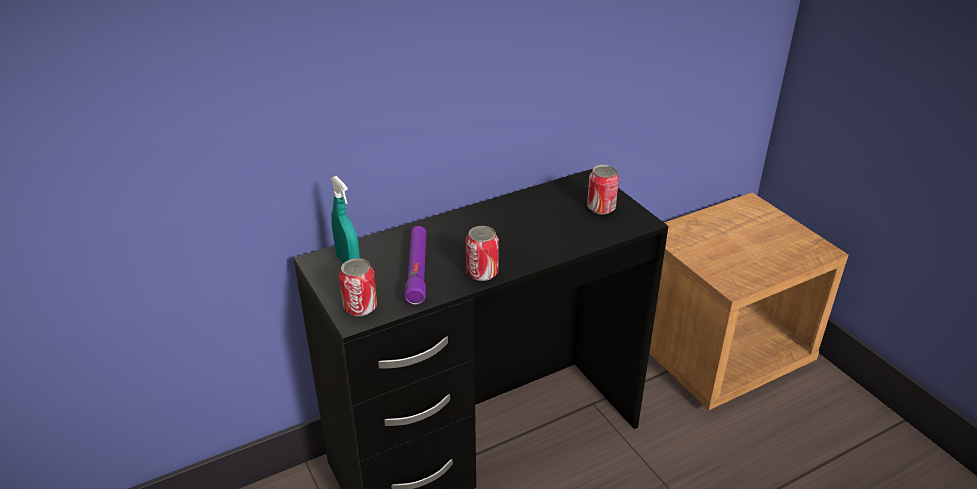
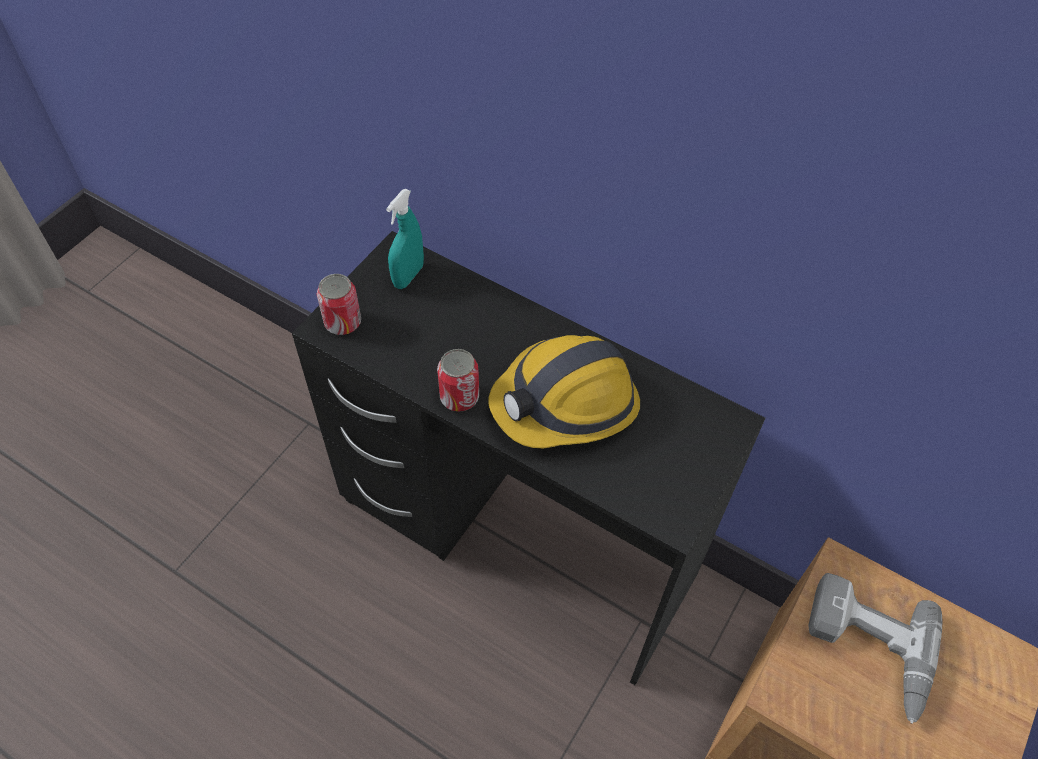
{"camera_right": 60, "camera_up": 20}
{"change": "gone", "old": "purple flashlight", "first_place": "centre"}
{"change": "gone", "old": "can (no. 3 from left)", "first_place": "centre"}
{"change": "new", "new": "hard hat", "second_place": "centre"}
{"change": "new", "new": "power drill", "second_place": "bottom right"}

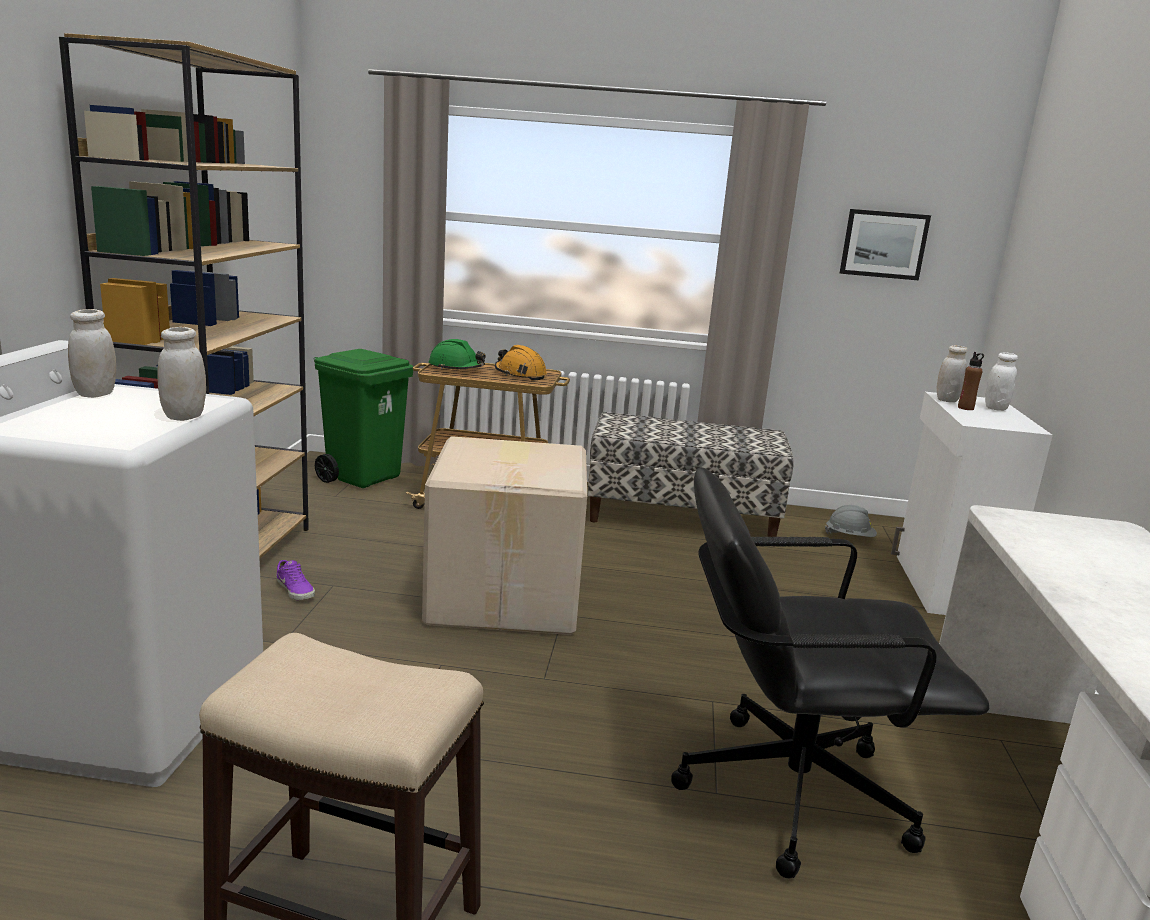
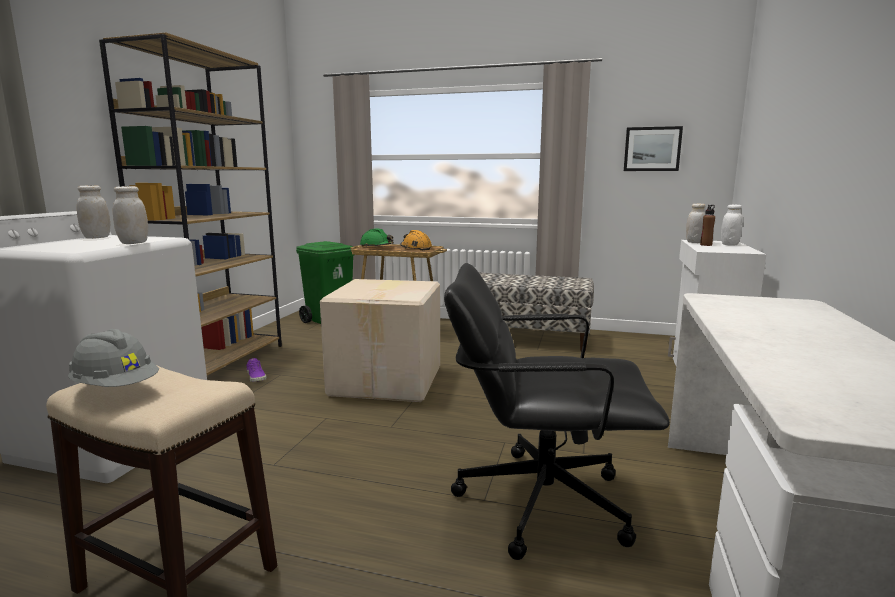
{"camera_right": 10, "camera_up": -5}
{"change": "shifted", "old": "grey hard hat", "first_place": "middle right", "second_place": "middle left"}

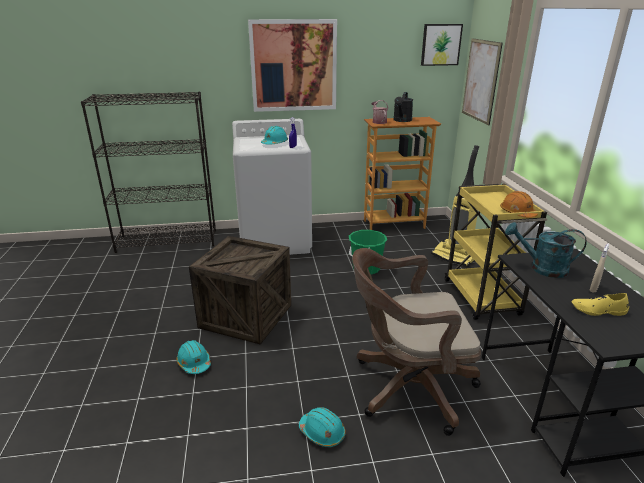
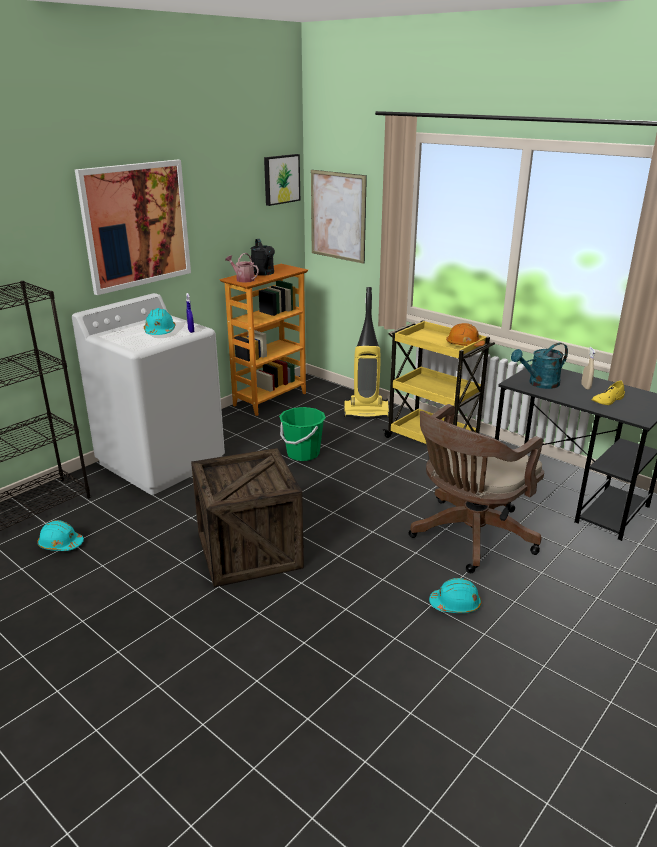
{"camera_right": -40, "camera_up": 0}
{"change": "shifted", "old": "turquoise hard hat (no. 1 from left)", "first_place": "bottom left", "second_place": "middle left"}

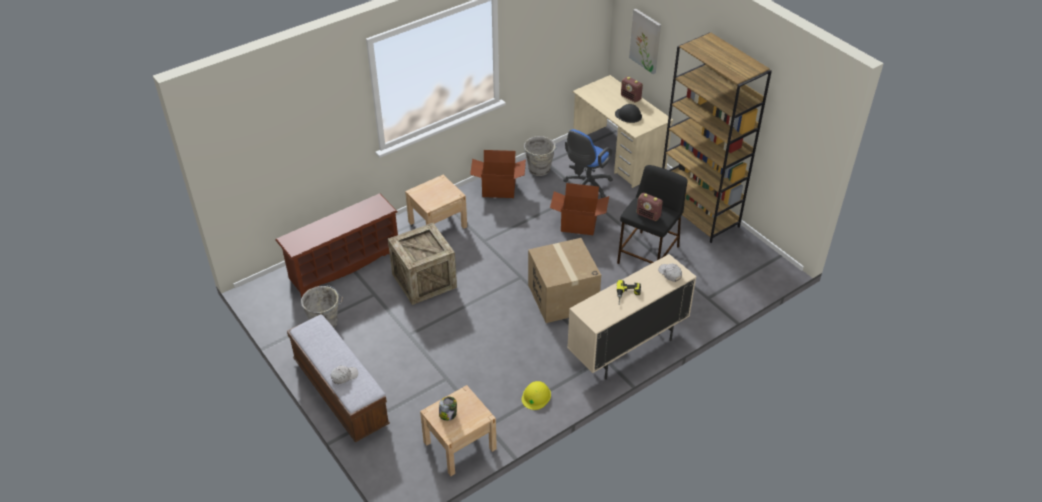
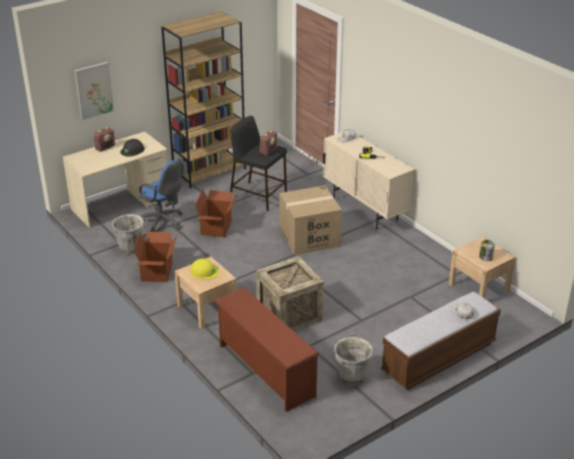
{"camera_right": -90, "camera_up": -10}
{"change": "shifted", "old": "yellow hard hat", "first_place": "bottom centre", "second_place": "centre"}

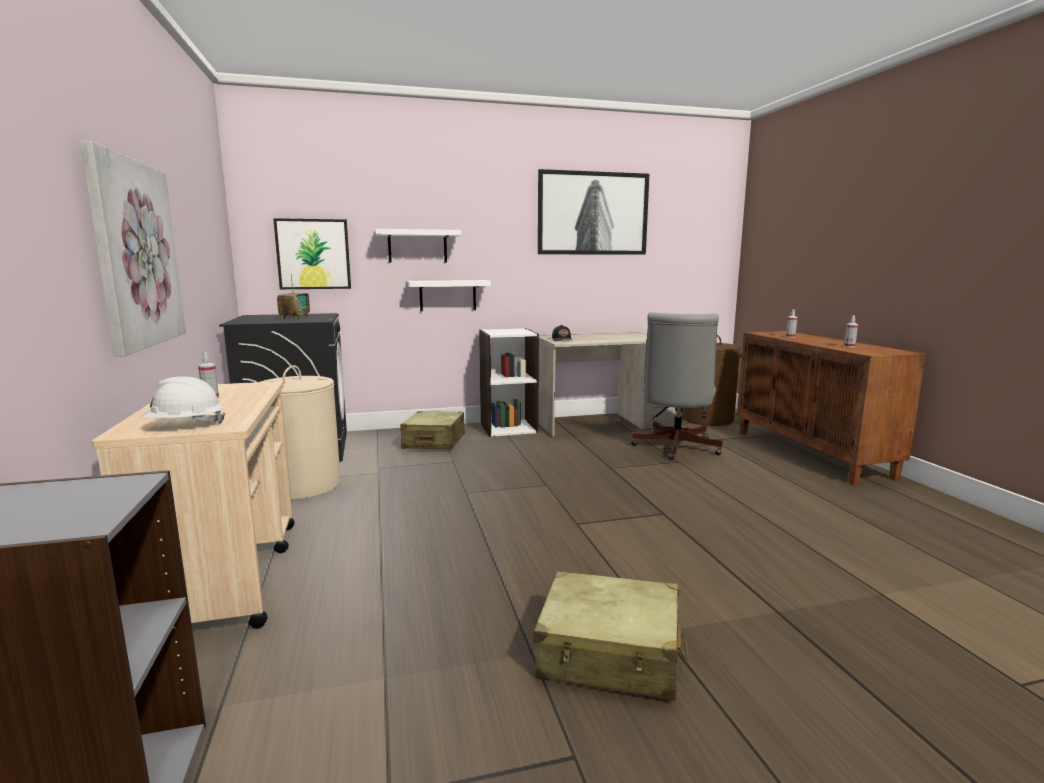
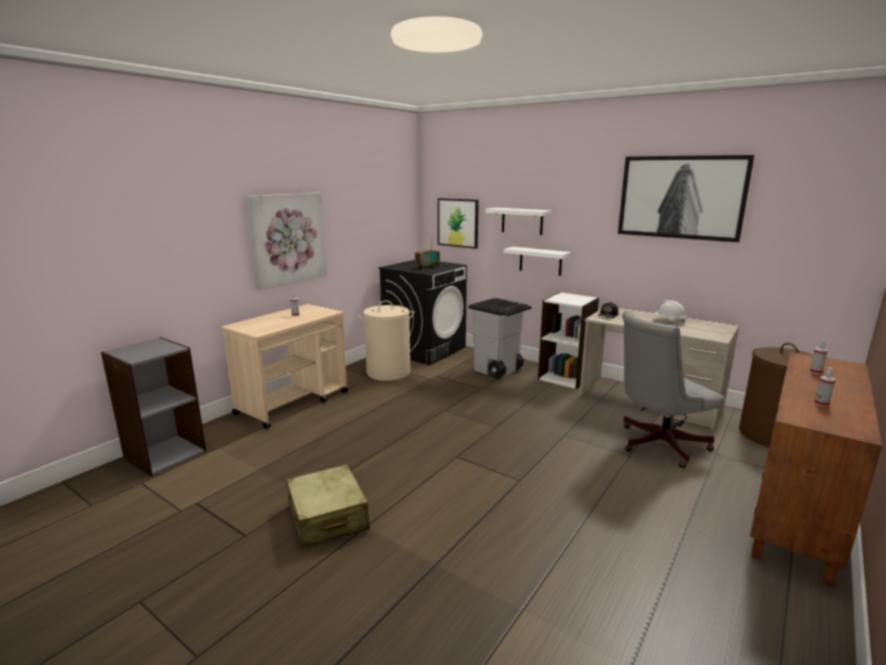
{"camera_right": 50, "camera_up": 5}
{"change": "shifted", "old": "white hard hat", "first_place": "middle left", "second_place": "middle right"}
{"change": "swapped", "old": "beige suitcase (no. 1 from left)", "new": "grey trash can", "first_place": "centre", "second_place": "centre"}

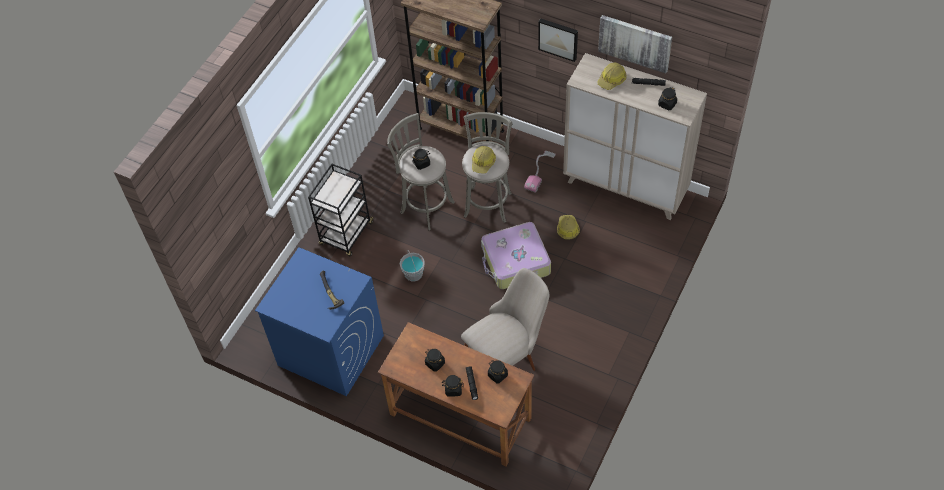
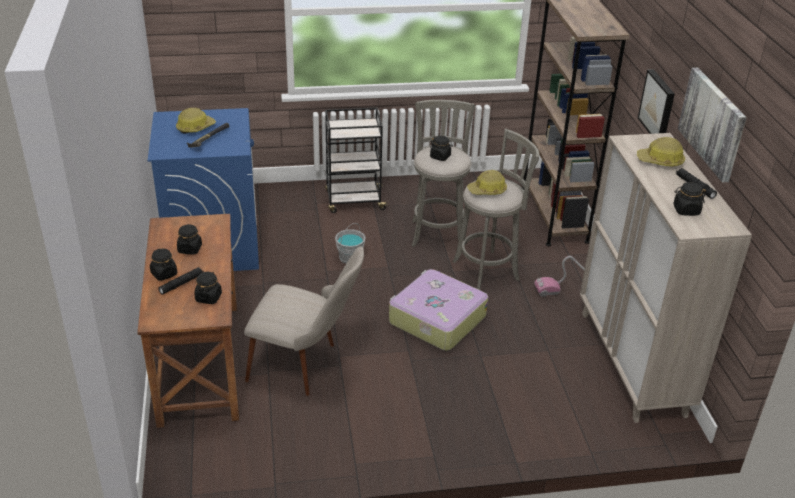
{"camera_right": 50, "camera_up": -20}
{"change": "shifted", "old": "hard hat (no. 2 from left in the first image)", "new": "hard hat (no. 1 from left)", "first_place": "centre", "second_place": "top left"}

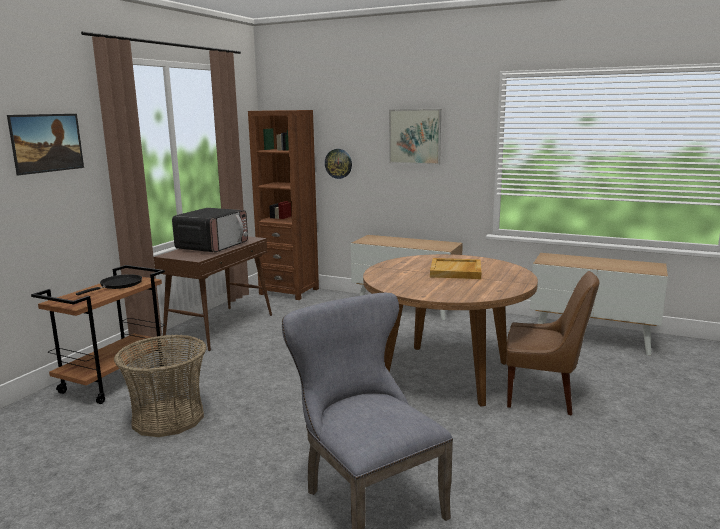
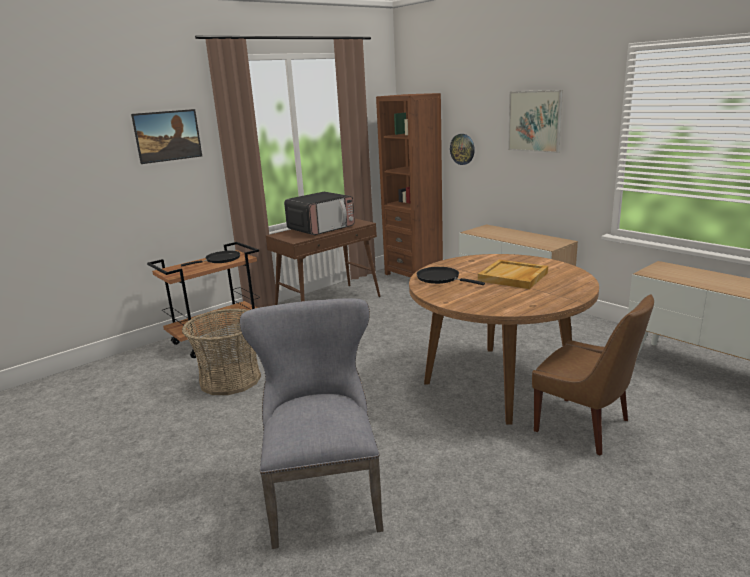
{"camera_right": 25, "camera_up": 5}
{"change": "new", "new": "black frying pan (no. 2 from left)", "second_place": "centre"}

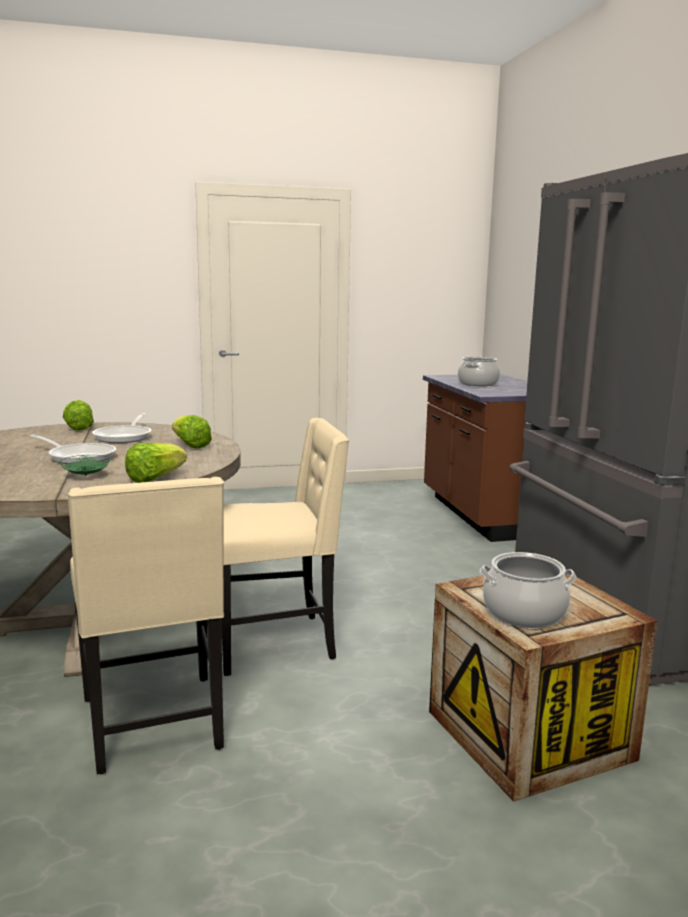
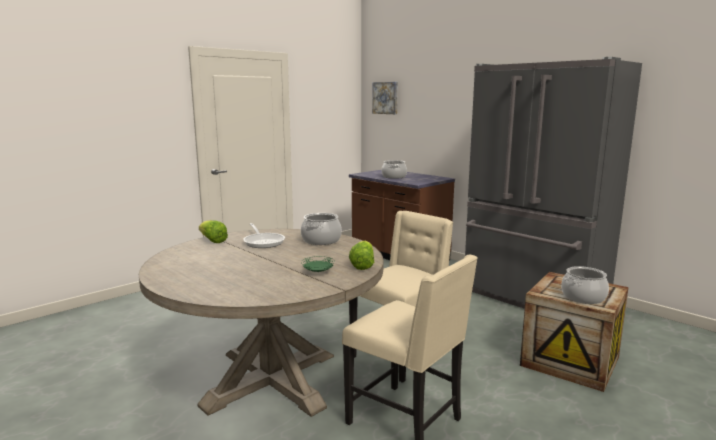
{"camera_right": -30, "camera_up": 0}
{"change": "gone", "old": "frying pan (no. 1 from left)", "first_place": "middle left"}
{"change": "new", "new": "picture", "second_place": "top centre"}
{"change": "swapped", "old": "lettuce (no. 3 from left)", "new": "cooking pot (no. 1 from left)", "first_place": "middle left", "second_place": "centre"}

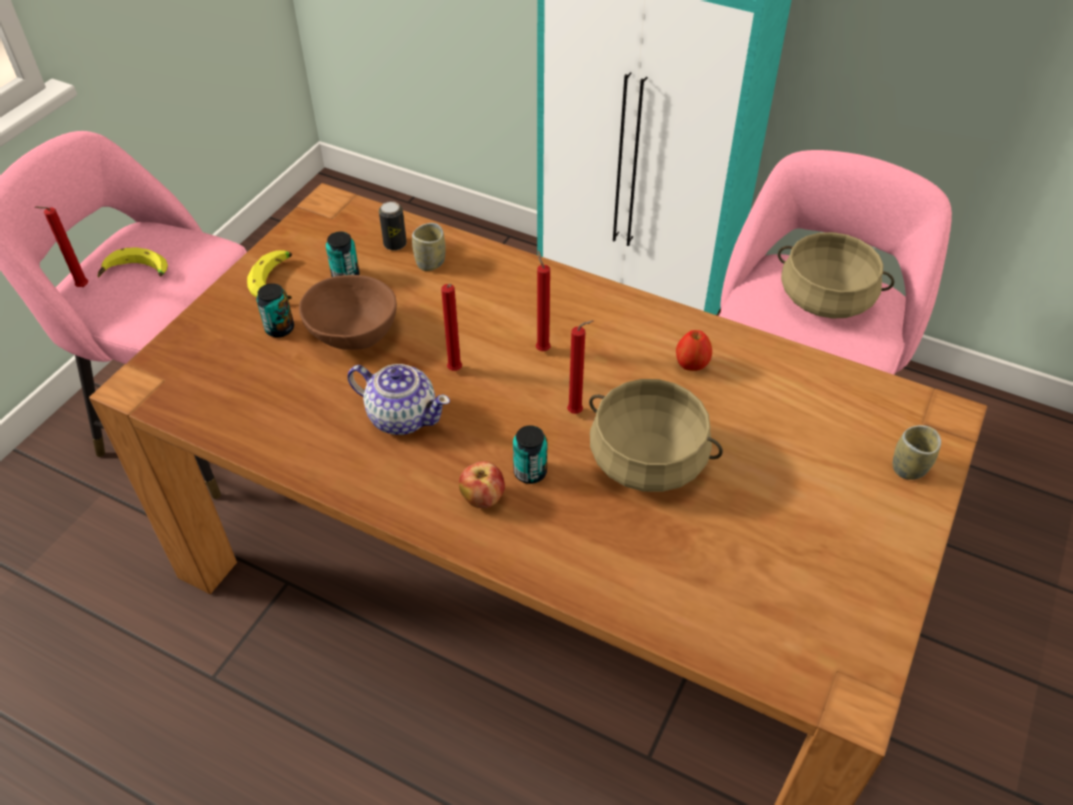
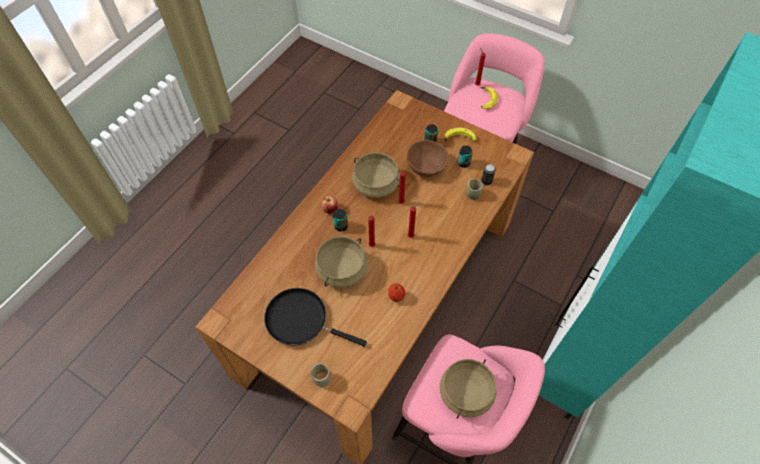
{"camera_right": 95, "camera_up": 10}
{"change": "new", "new": "black frying pan", "second_place": "bottom centre"}
{"change": "swapped", "old": "teapot", "new": "beige cooking pot (no. 2 from left)", "first_place": "centre", "second_place": "centre"}

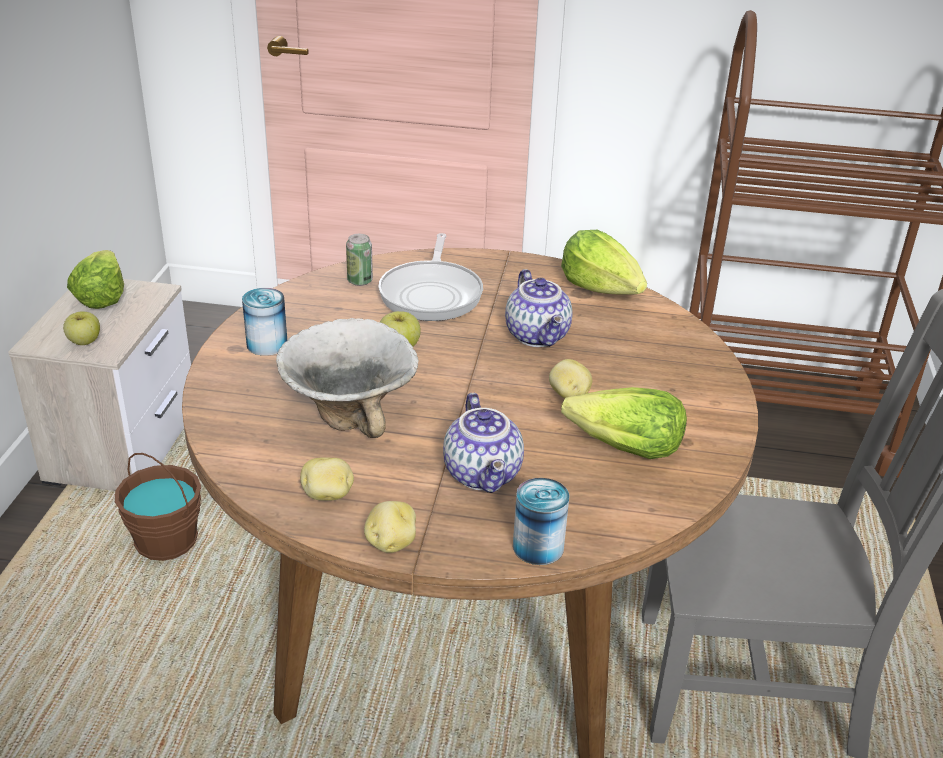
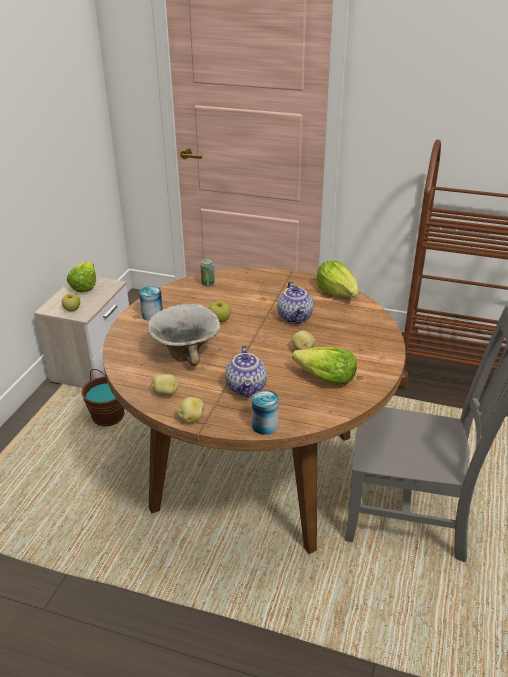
{"camera_right": 10, "camera_up": 0}
{"change": "gone", "old": "frying pan", "first_place": "centre"}

